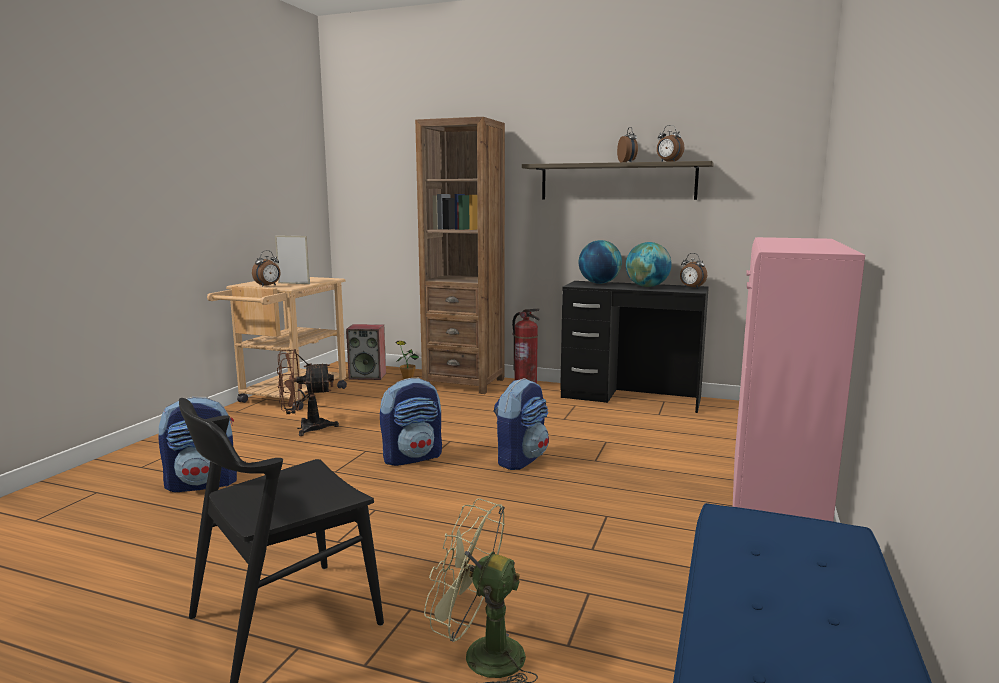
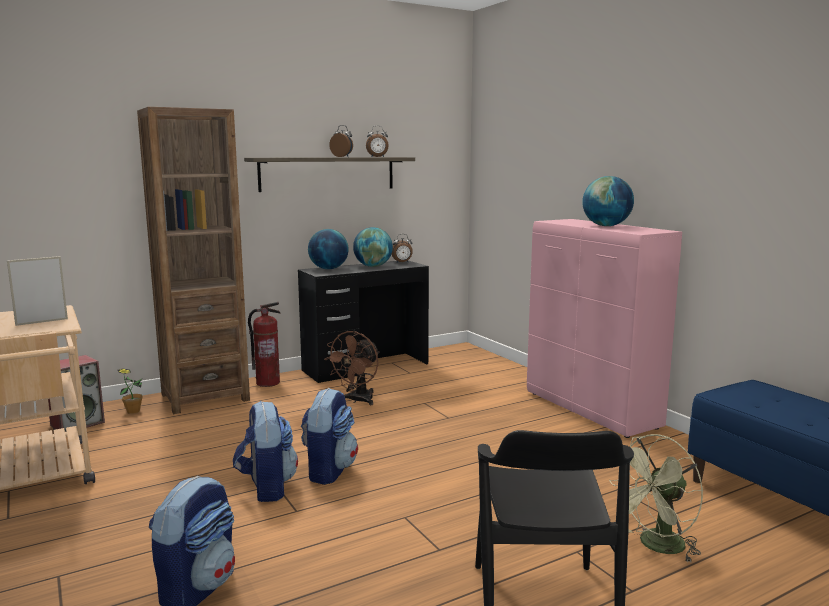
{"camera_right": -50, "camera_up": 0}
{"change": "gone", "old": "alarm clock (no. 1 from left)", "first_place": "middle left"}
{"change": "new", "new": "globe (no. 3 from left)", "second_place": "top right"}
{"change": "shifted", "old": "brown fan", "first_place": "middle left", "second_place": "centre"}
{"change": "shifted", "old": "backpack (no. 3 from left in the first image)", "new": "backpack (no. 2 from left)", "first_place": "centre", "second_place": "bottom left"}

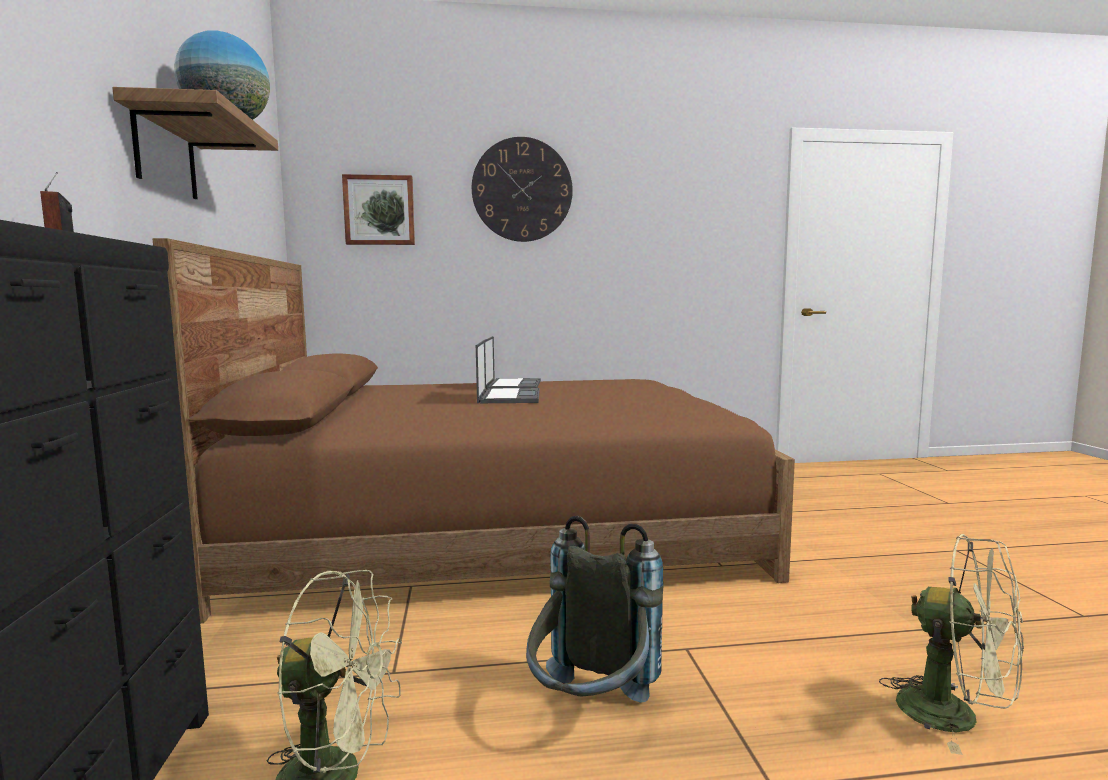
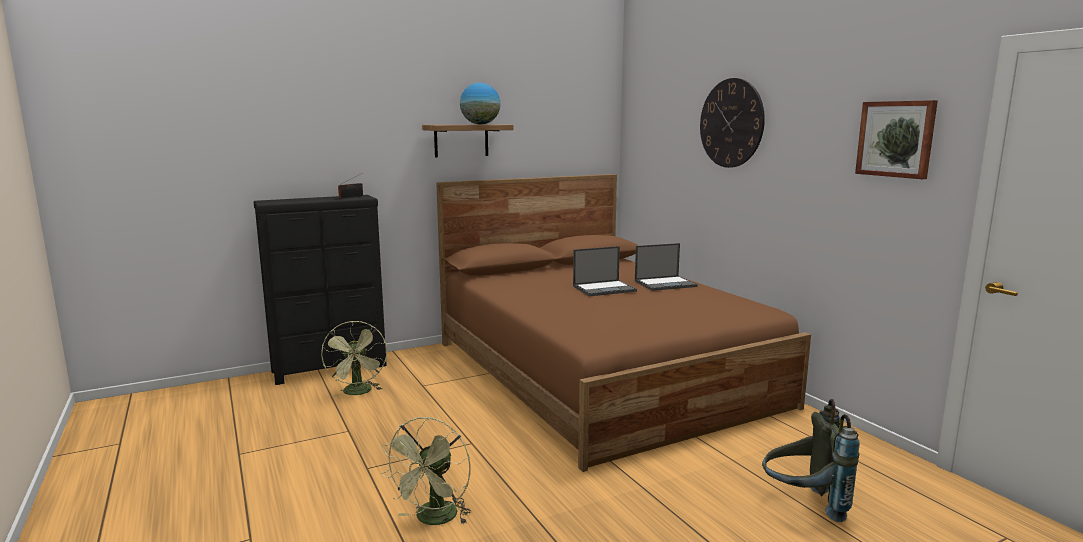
{"camera_right": 70, "camera_up": 5}
{"change": "shifted", "old": "picture", "first_place": "top centre", "second_place": "top right"}
{"change": "shifted", "old": "grey backpack", "first_place": "bottom centre", "second_place": "bottom right"}

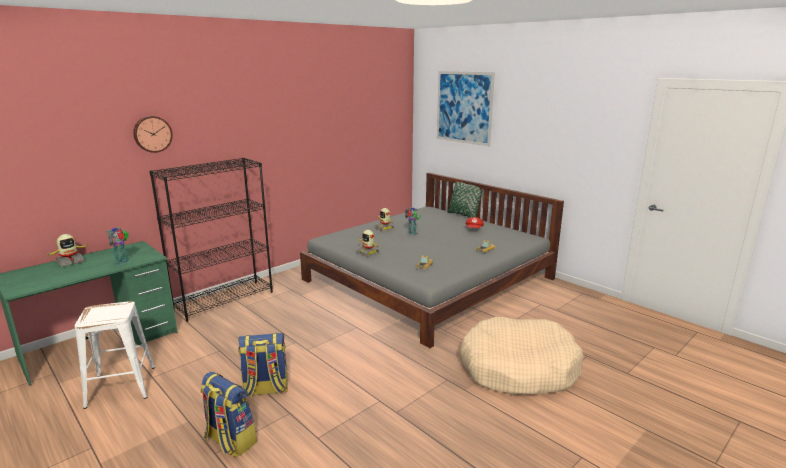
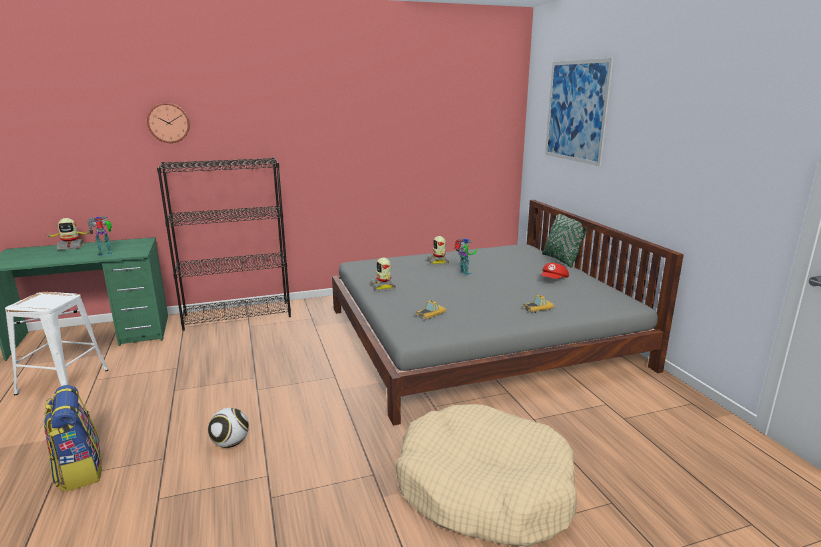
{"camera_right": 25, "camera_up": 0}
{"change": "gone", "old": "backpack (no. 2 from left)", "first_place": "bottom centre"}
{"change": "new", "new": "football", "second_place": "bottom left"}

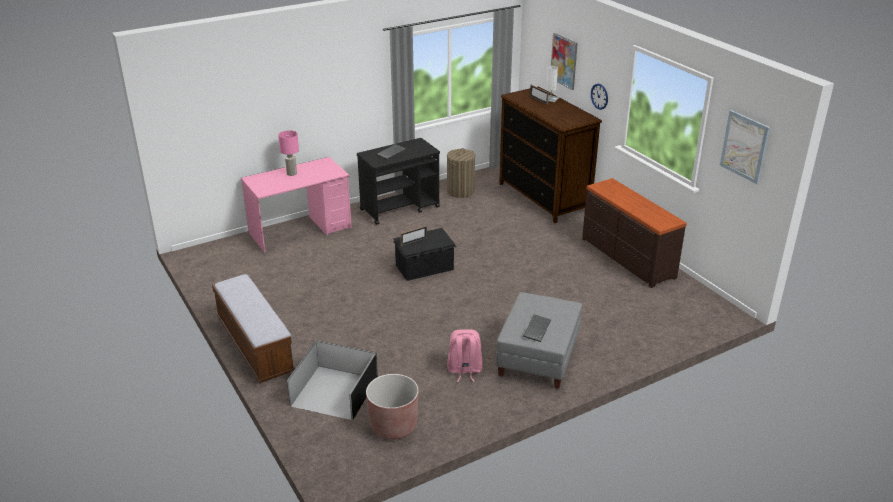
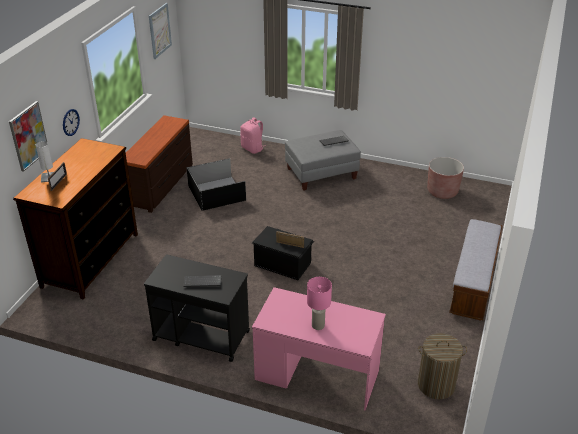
{"camera_right": -130, "camera_up": 5}
{"change": "shifted", "old": "black storage box (no. 1 from left)", "first_place": "bottom centre", "second_place": "centre"}
{"change": "shifted", "old": "laundry basket", "first_place": "centre", "second_place": "bottom right"}
{"change": "shifted", "old": "pink backpack", "first_place": "bottom centre", "second_place": "top centre"}

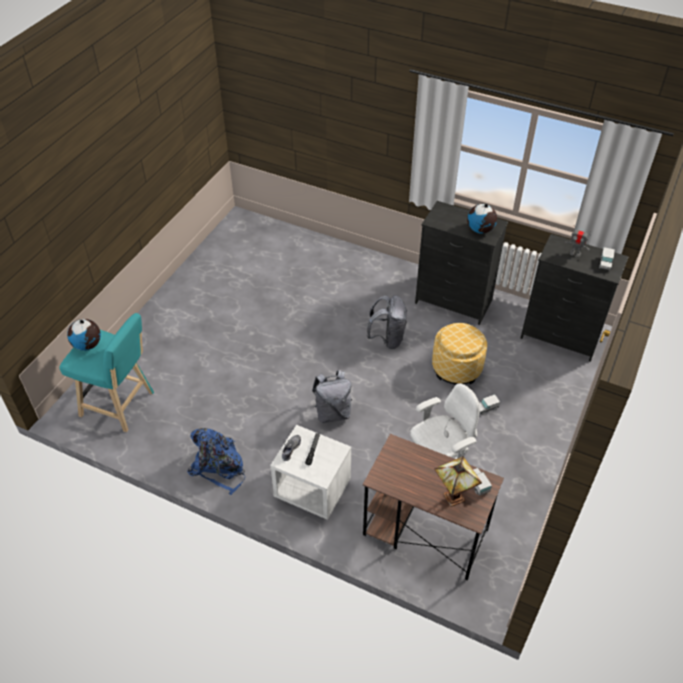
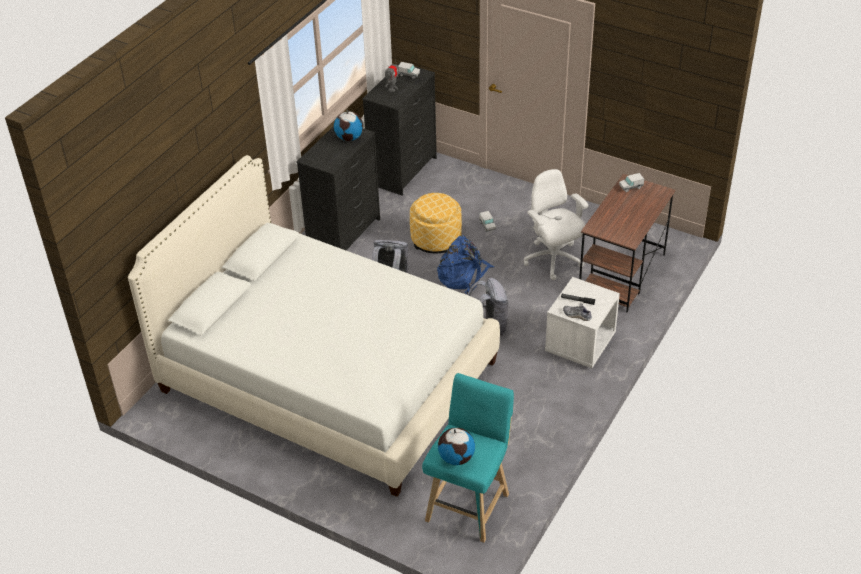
{"camera_right": -85, "camera_up": -5}
{"change": "gone", "old": "table lamp", "first_place": "bottom right"}
{"change": "new", "new": "white bed", "second_place": "centre"}
{"change": "shifted", "old": "blue backpack", "first_place": "bottom left", "second_place": "centre"}

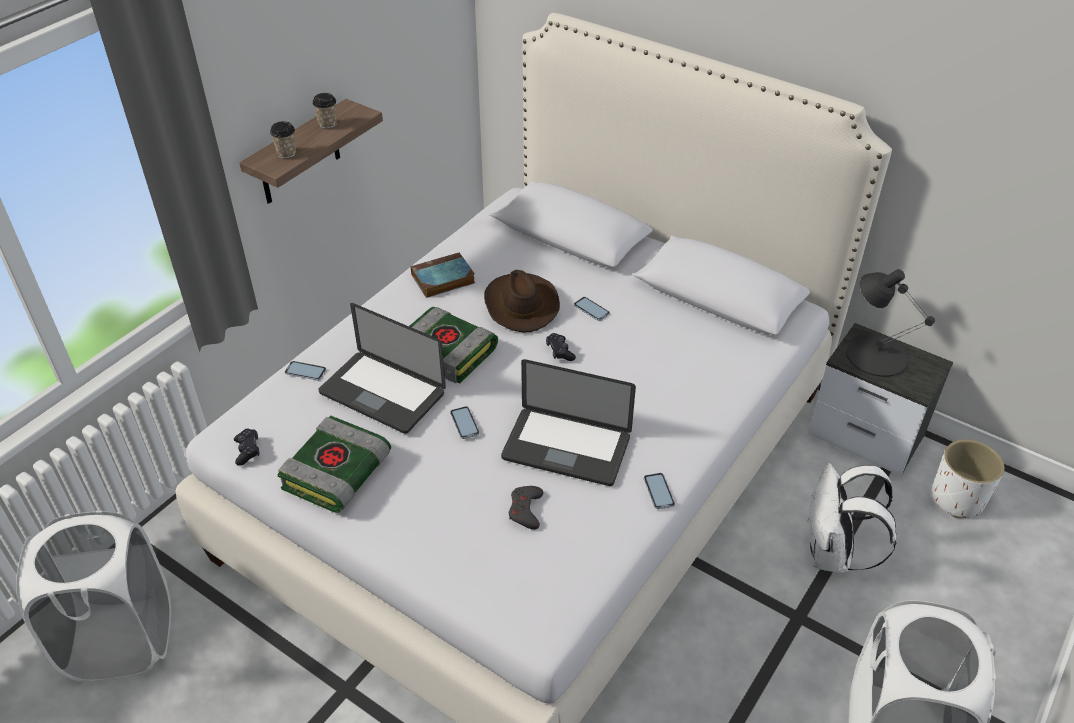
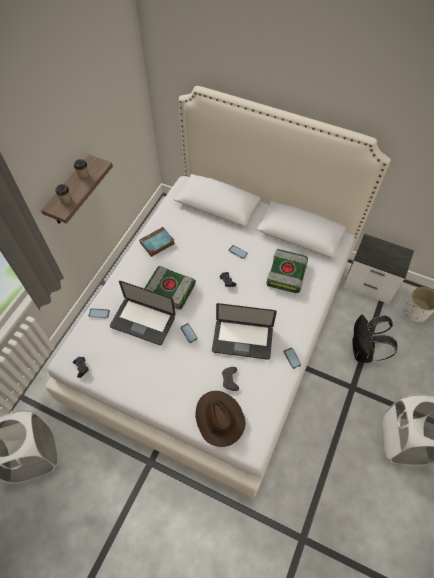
{"camera_right": -10, "camera_up": 15}
{"change": "gone", "old": "black table lamp", "first_place": "middle right"}
{"change": "shifted", "old": "book (no. 1 from left in the first image)", "new": "book (no. 3 from left)", "first_place": "middle left", "second_place": "centre"}
{"change": "shifted", "old": "brown hat", "first_place": "centre", "second_place": "bottom centre"}
{"change": "repainted", "old": "white backpack", "new": "black backpack", "first_place": "bottom right", "second_place": "middle right"}

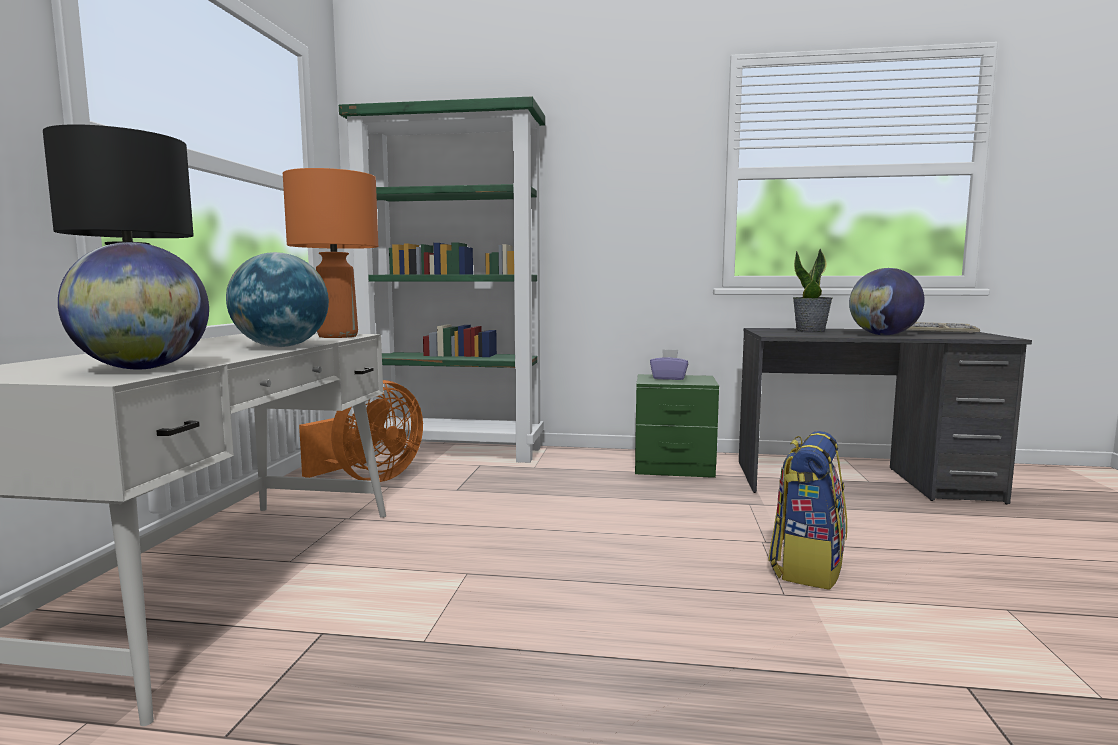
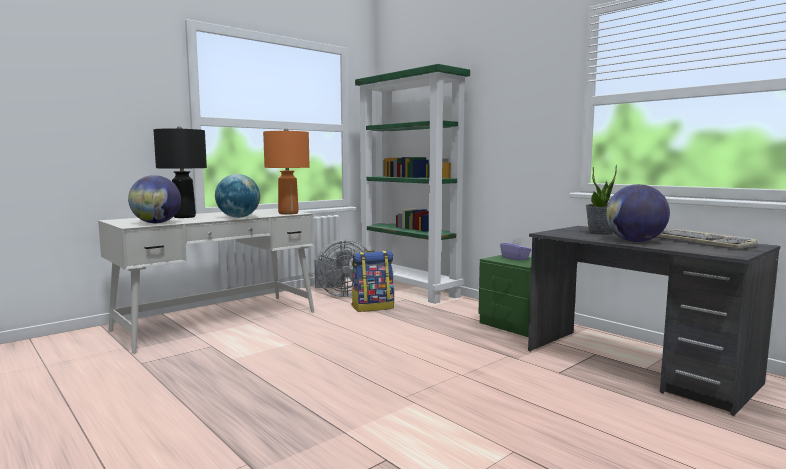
{"camera_right": 40, "camera_up": 0}
{"change": "shifted", "old": "backpack", "first_place": "bottom right", "second_place": "centre"}
{"change": "repainted", "old": "orange fan", "new": "grey fan", "first_place": "middle left", "second_place": "centre"}

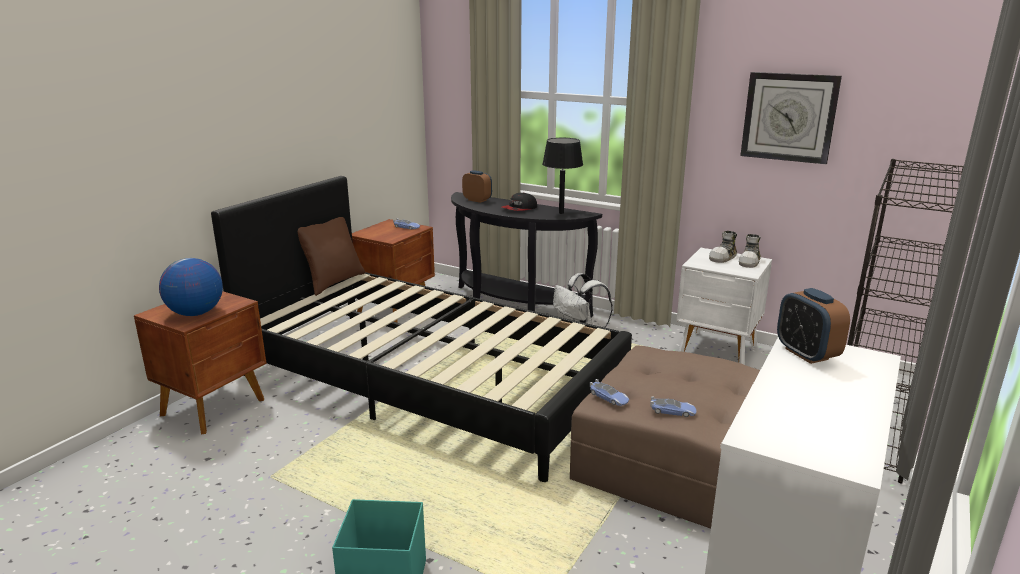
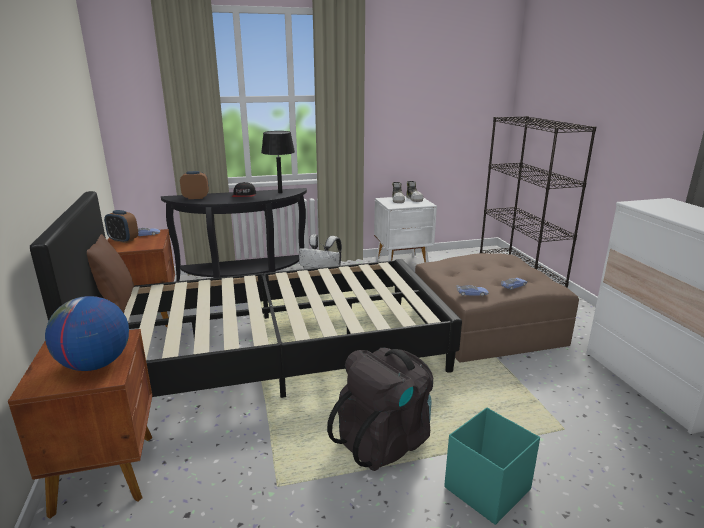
{"camera_right": -45, "camera_up": 0}
{"change": "gone", "old": "wall clock", "first_place": "top right"}
{"change": "new", "new": "black backpack", "second_place": "bottom centre"}
{"change": "shifted", "old": "alarm clock (no. 2 from left in the first image)", "new": "alarm clock (no. 1 from left)", "first_place": "middle right", "second_place": "middle left"}

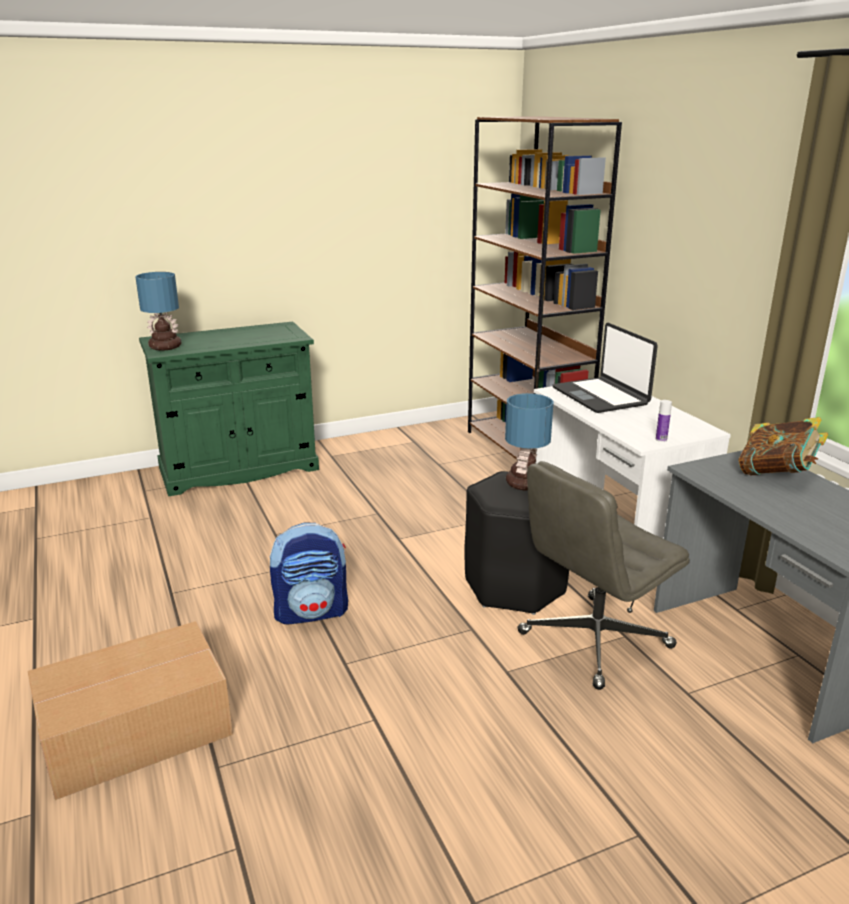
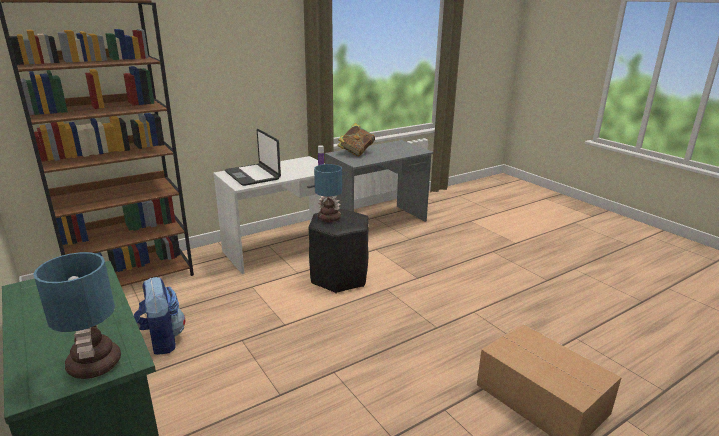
{"camera_right": -100, "camera_up": 0}
{"change": "gone", "old": "grey office chair", "first_place": "middle right"}
{"change": "shifted", "old": "backpack", "first_place": "centre", "second_place": "bottom left"}
{"change": "rotated", "old": "laptop", "first_place": "middle right", "second_place": "centre", "degrees": 90}

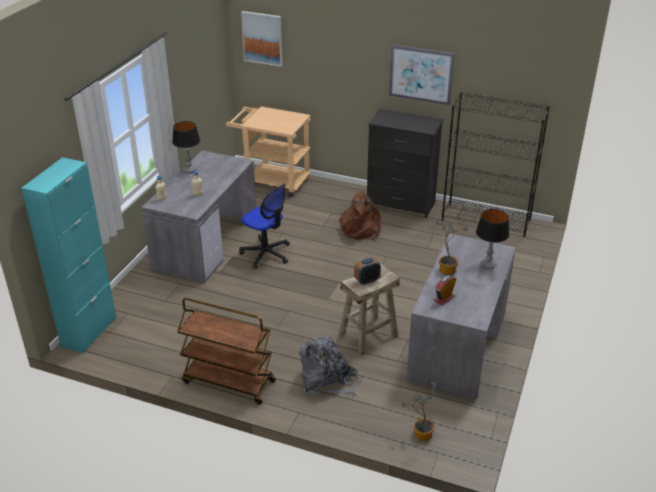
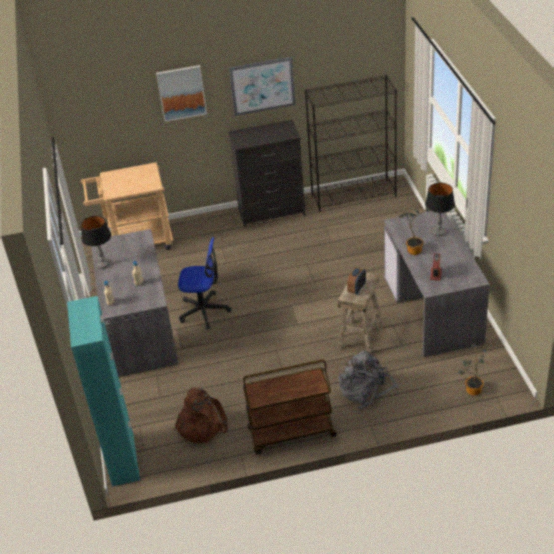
{"camera_right": -30, "camera_up": 5}
{"change": "shifted", "old": "picture (no. 1 from left)", "first_place": "top centre", "second_place": "top left"}
{"change": "shifted", "old": "brown backpack", "first_place": "centre", "second_place": "bottom centre"}

